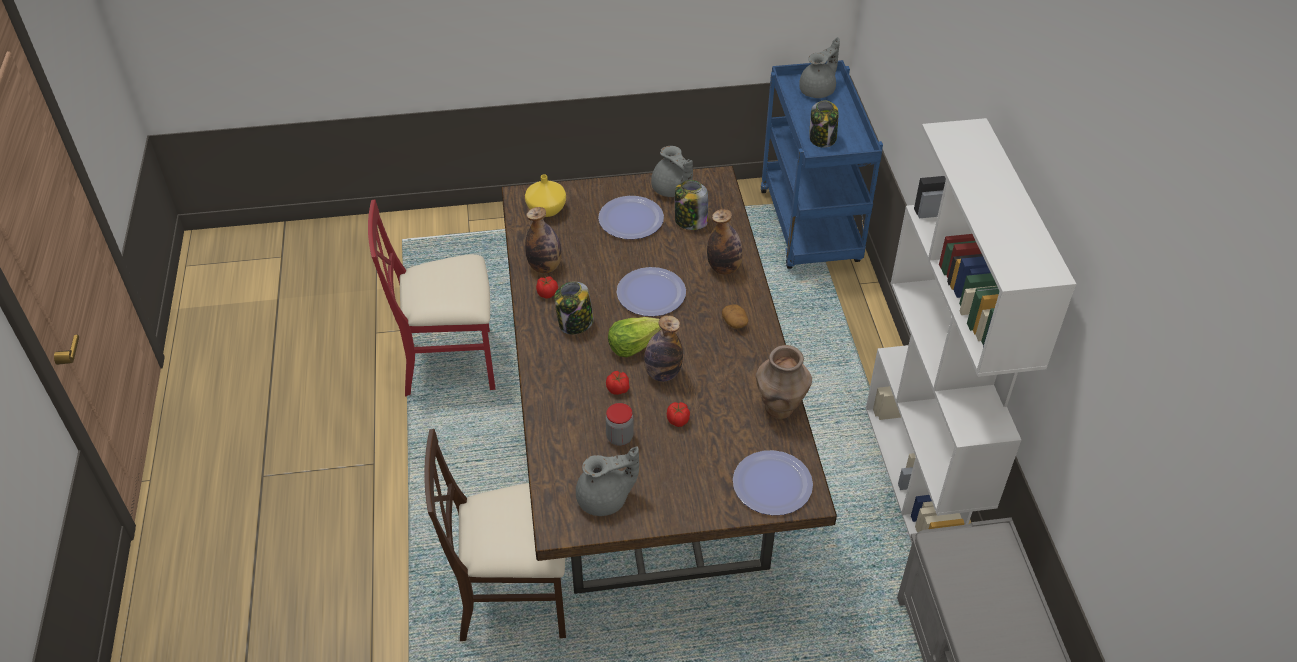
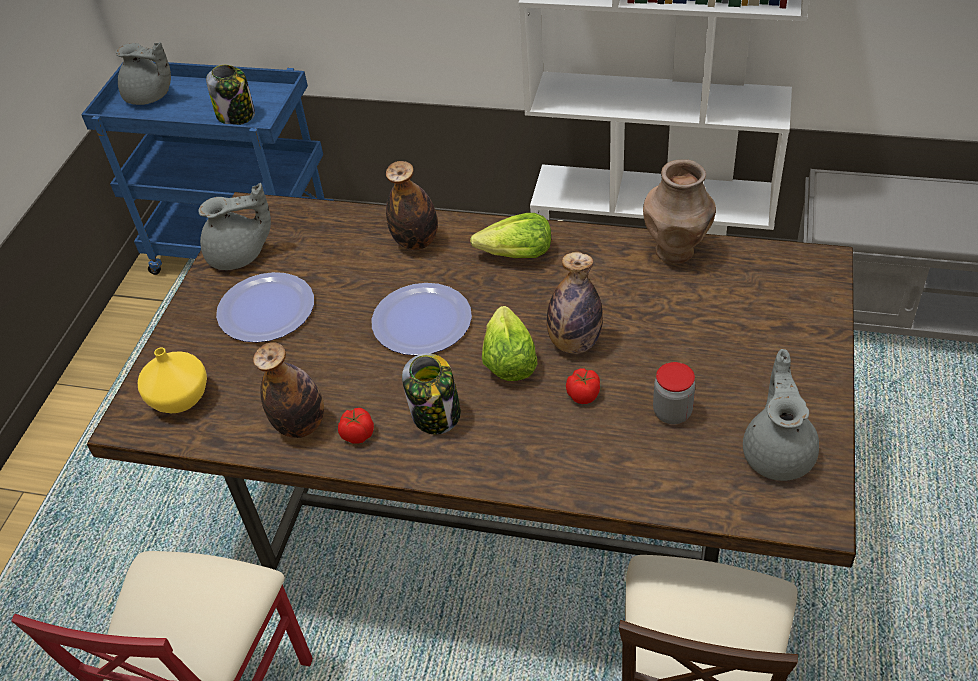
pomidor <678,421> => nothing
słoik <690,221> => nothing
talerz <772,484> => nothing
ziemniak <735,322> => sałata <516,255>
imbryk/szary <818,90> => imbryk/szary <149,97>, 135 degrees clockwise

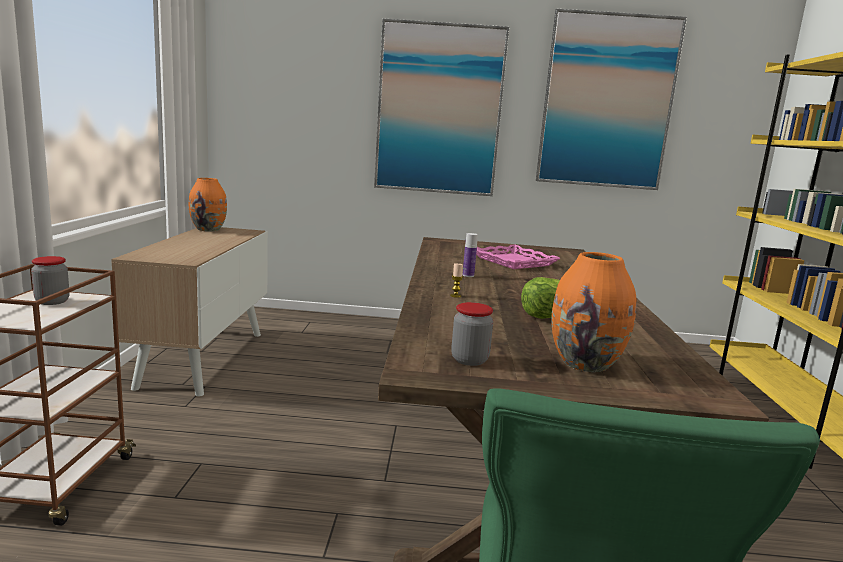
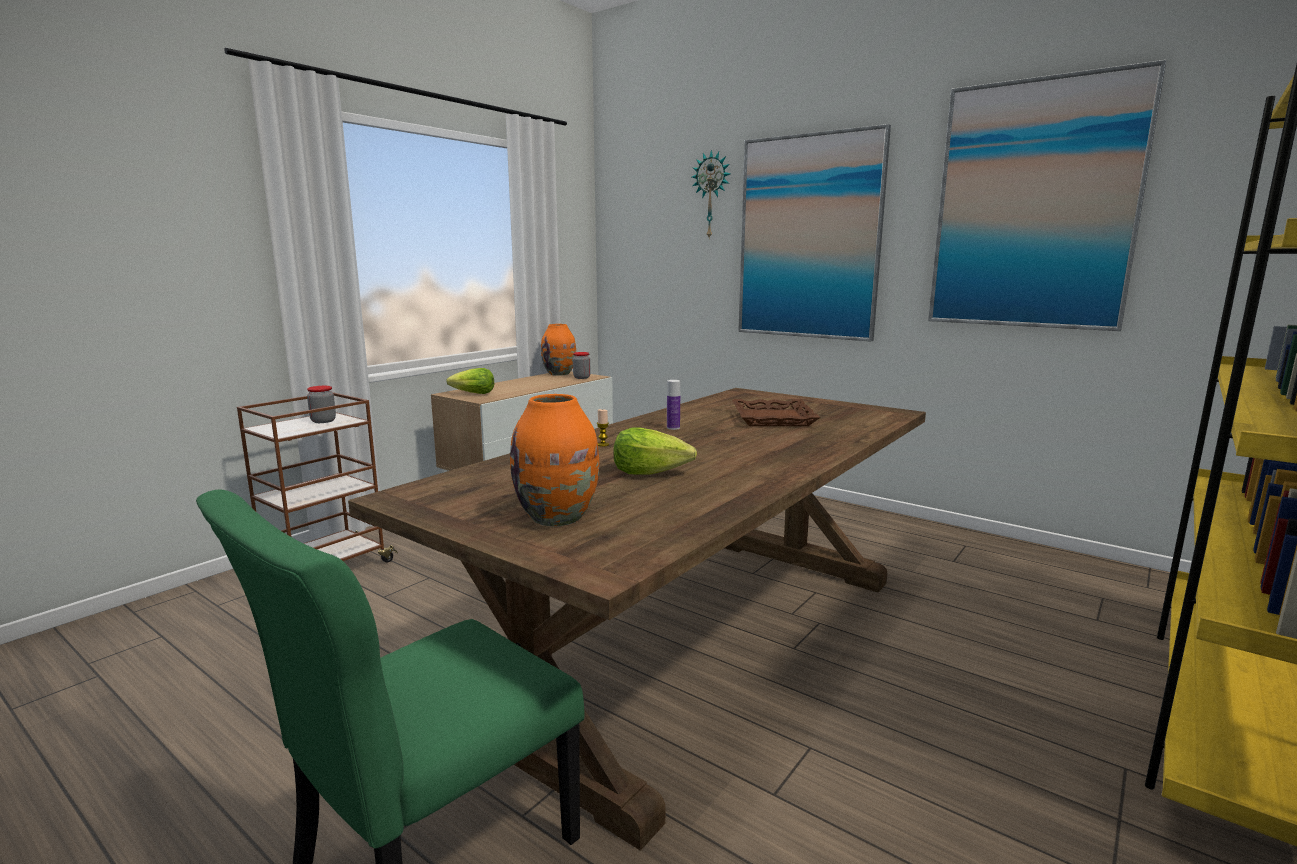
nothing => sałata <473,394>
nothing => zegar ścienny <712,195>
słoik <469,360> => słoik <581,377>, relocated
taca/różowy <514,261> => taca/brązowy <774,419>

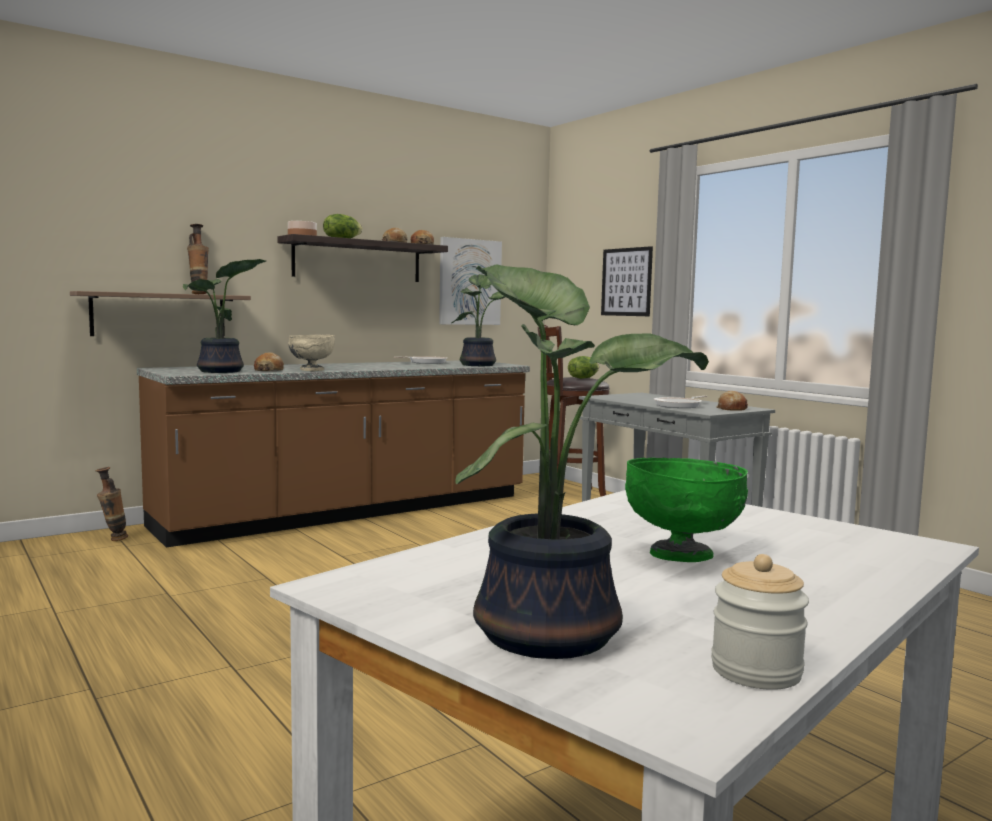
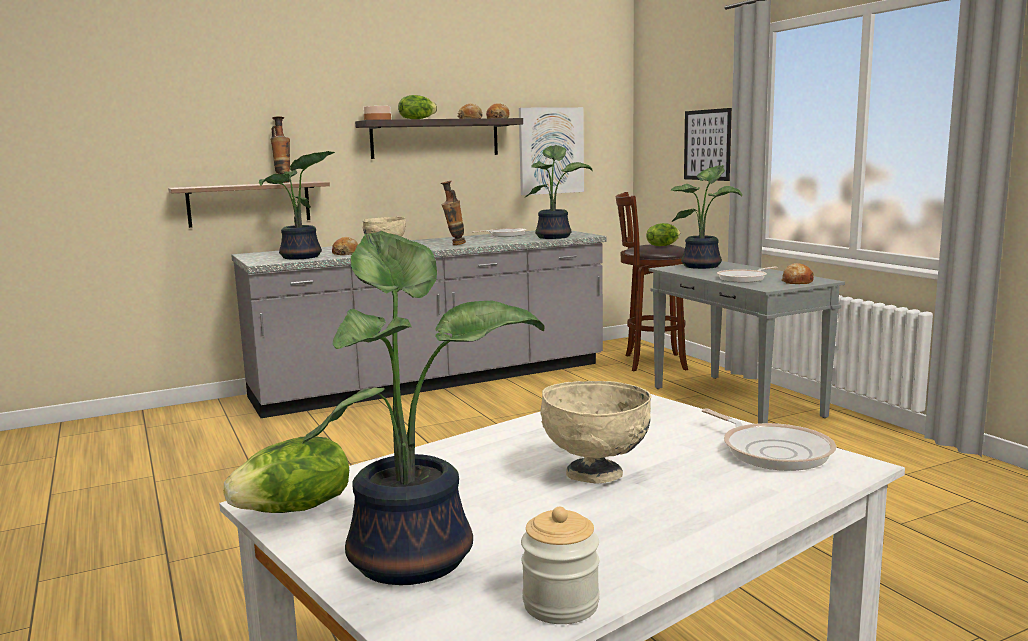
nothing => sałata <295,509>
nothing => roślina doniczkowa <704,266>
nothing => patelnia <773,451>
wazon <113,540> => wazon <454,244>, relocated
zabudowa kuchenna/brązowy <350,511> => zabudowa kuchenna/szary <433,381>
miska/zielony <682,556> => miska/beżowy <596,475>

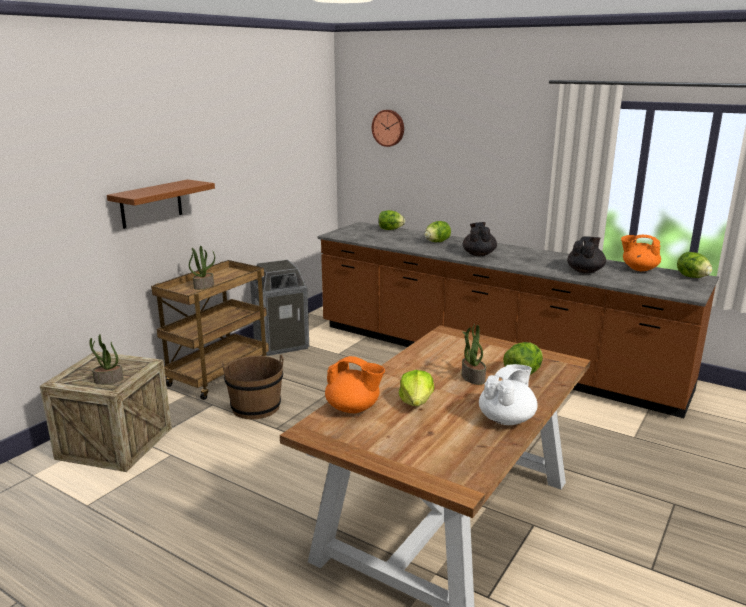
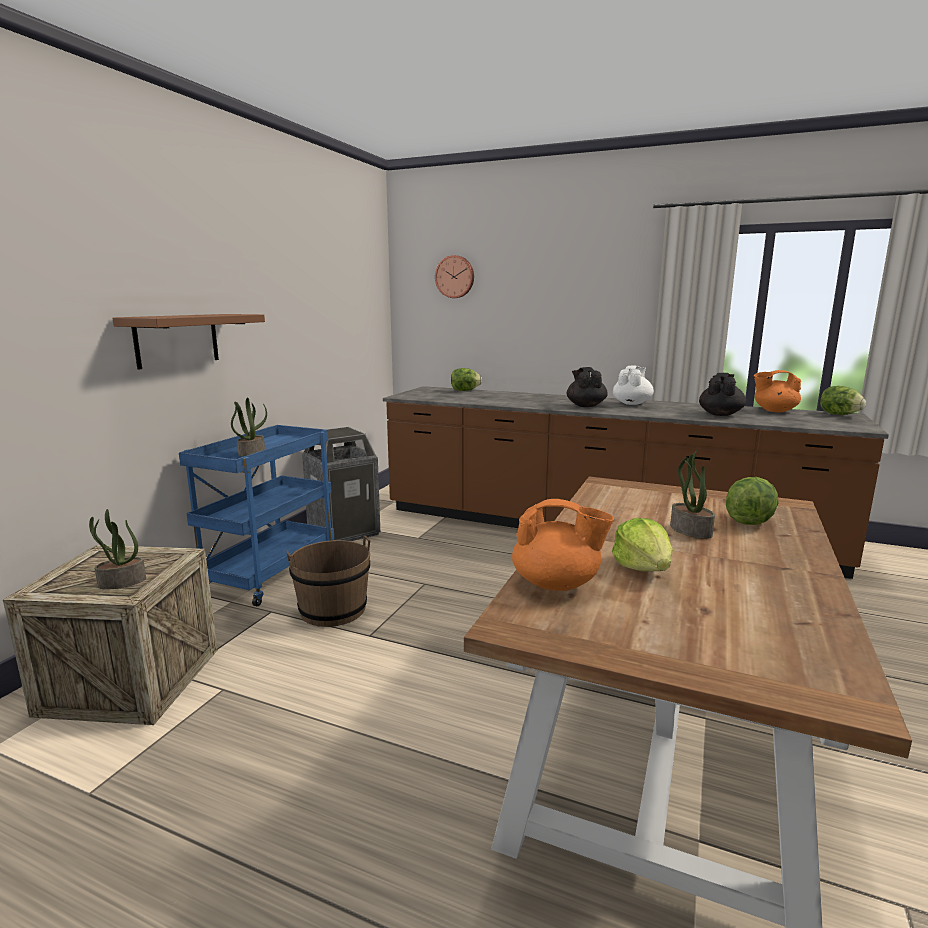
sałata <437,242> => nothing
imbryk/biały <507,419> => imbryk/biały <632,403>, relocated
wózek/brązowy <218,374> => wózek/niebieski <270,573>

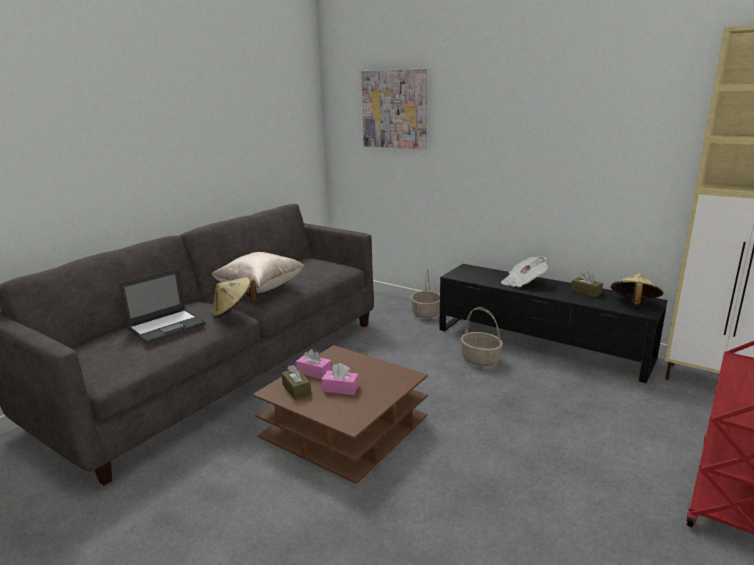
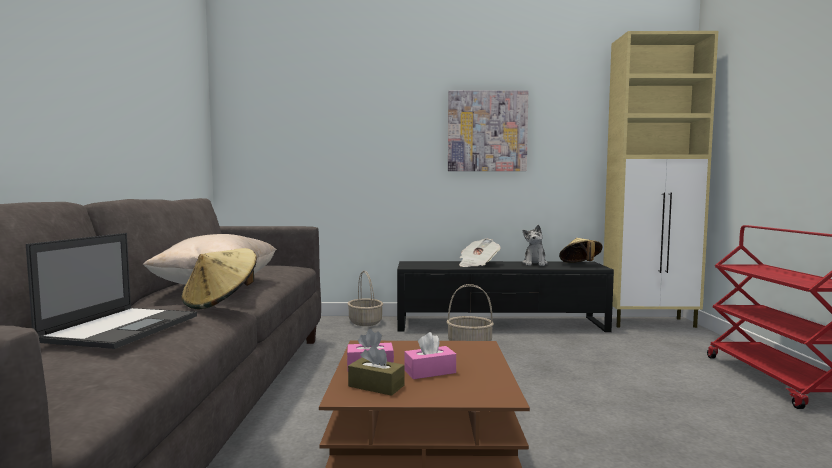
obraz <394,109> => obraz <487,131>, relocated
pudełko chusteczek/brązowy <586,292> => pluszak <535,263>

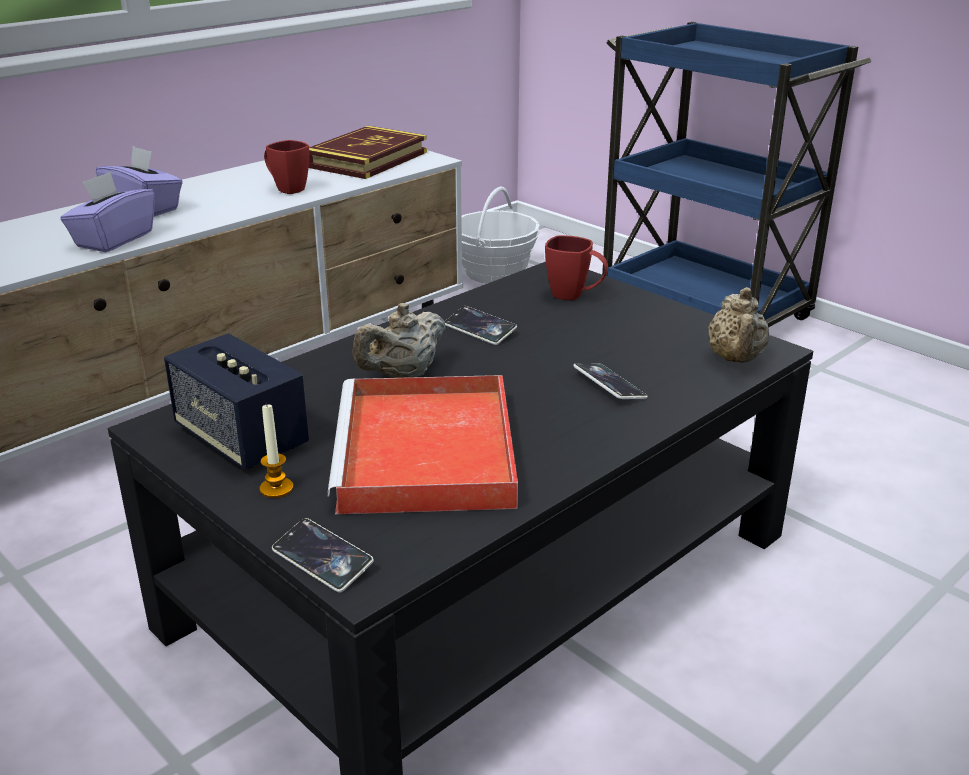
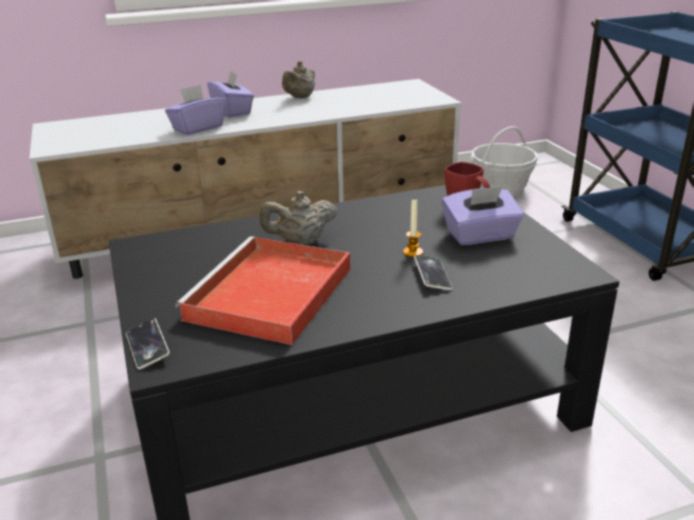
głośnik <241,438> => nothing
kubek/czerwony <286,188> => nothing
książka <367,159> => nothing
telefon <480,330> => nothing
nothing => pudełko chusteczek/fioletowy <480,236>
świeca <276,488> => świeca <413,252>, relocated
imbryk/beżowy <736,359> => imbryk/beżowy <300,97>, relocated

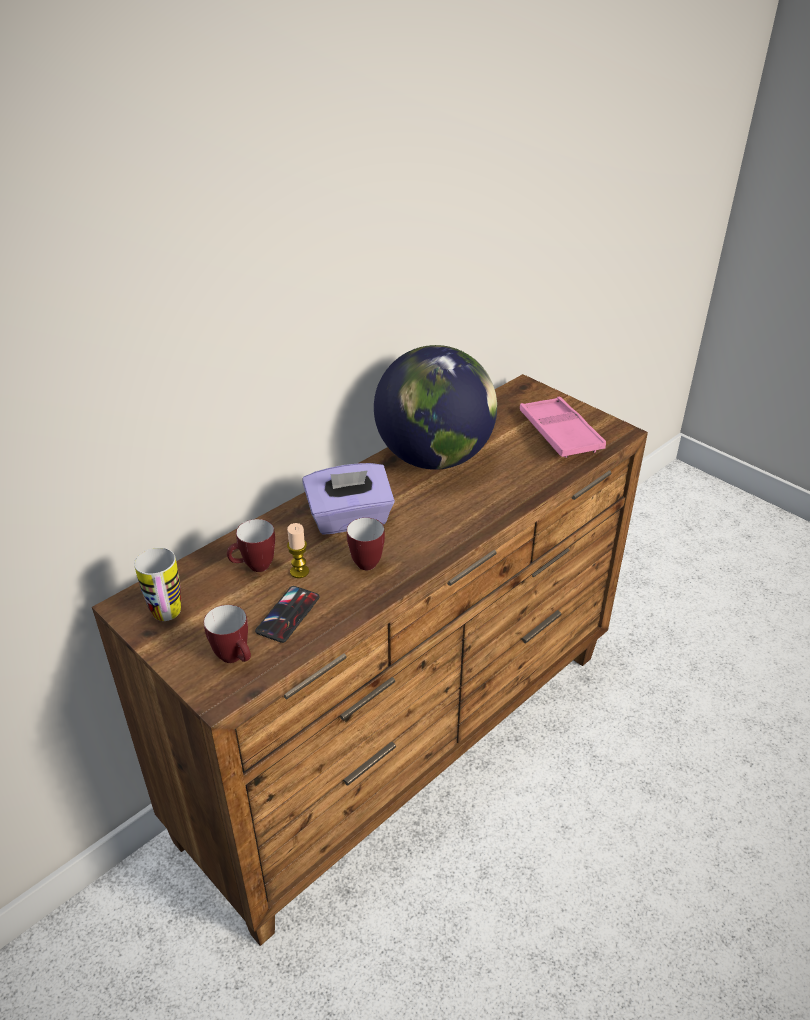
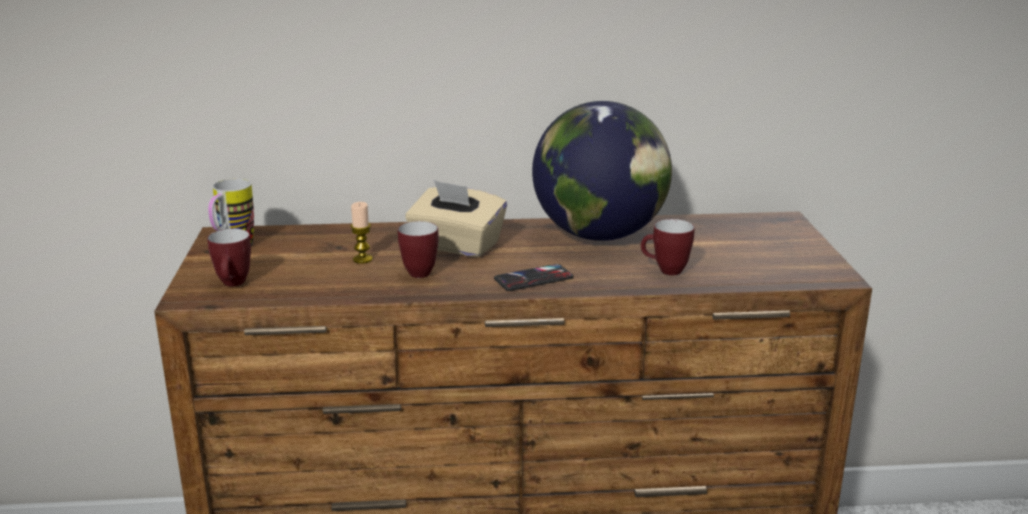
taca/różowy <559,433> => nothing
kubek <254,567> => kubek <665,271>, relocated
telefon <288,614> => telefon <533,278>, relocated
pudełko chusteczek/fioletowy <350,519> => pudełko chusteczek/beżowy <456,246>

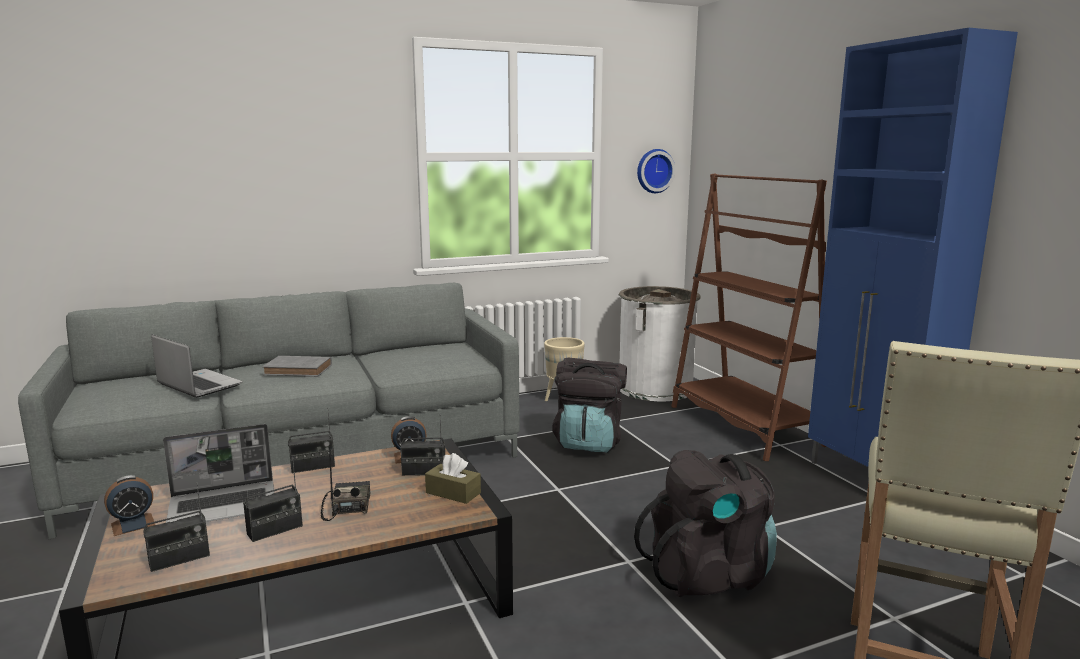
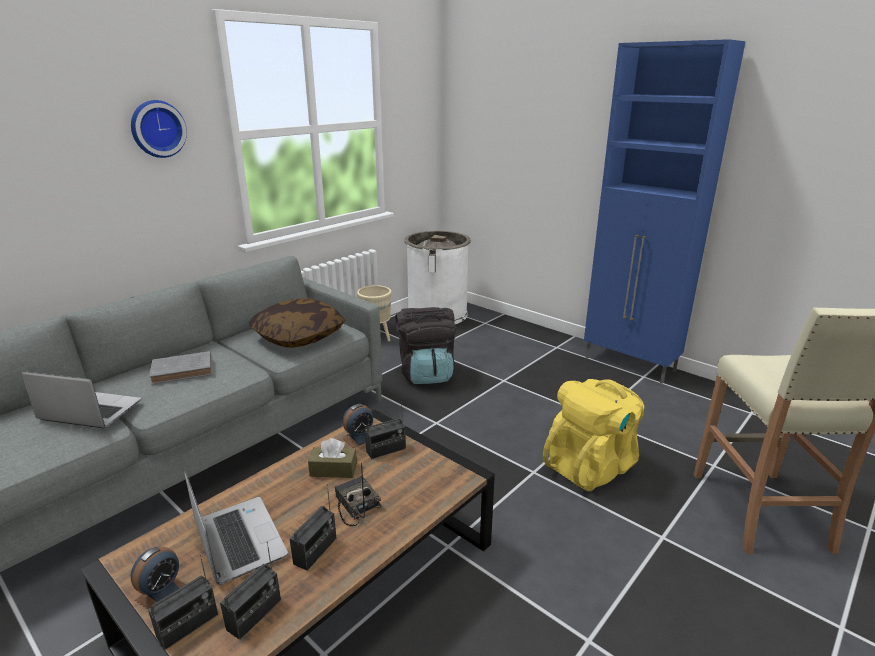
regał/brązowy <744,425> => nothing
nothing => poduszka <299,336>
radio <312,467> => radio <188,625>, relocated
pudełko chusteczek/brązowy <453,493> => pudełko chusteczek/brązowy <333,470>, relocated
zegar ścienny <654,171> => zegar ścienny <157,129>, relocated
plecak/czarny <709,574> => plecak/żółty <591,466>
laptop <224,505> => laptop <238,540>, 75 degrees counterclockwise

